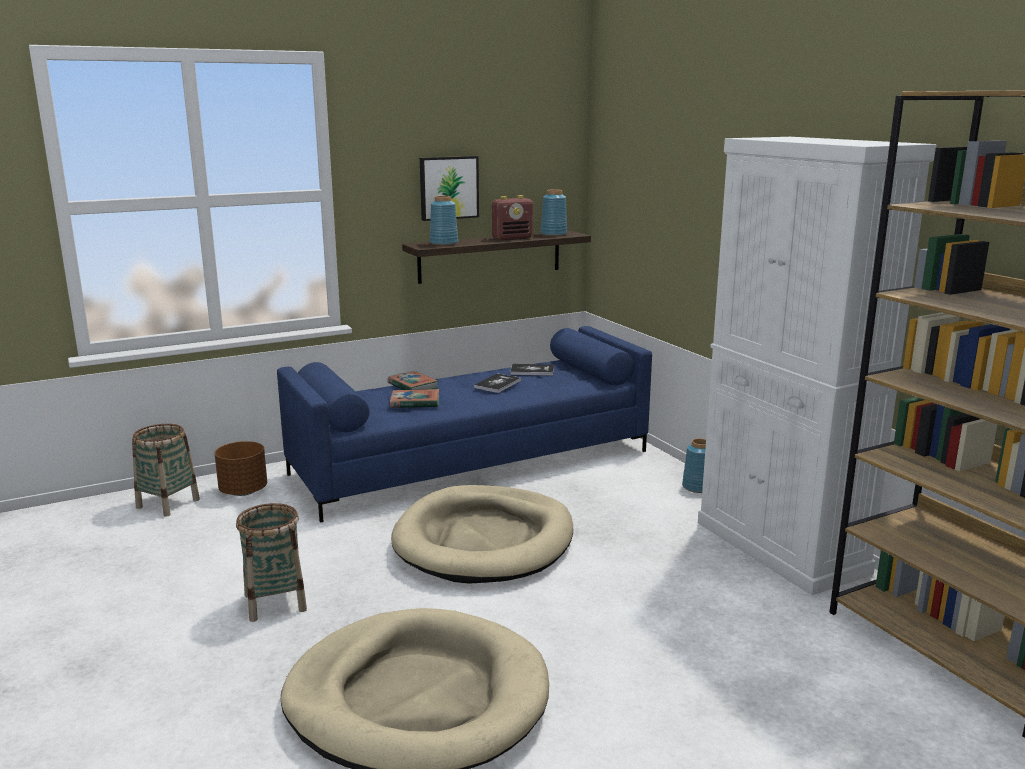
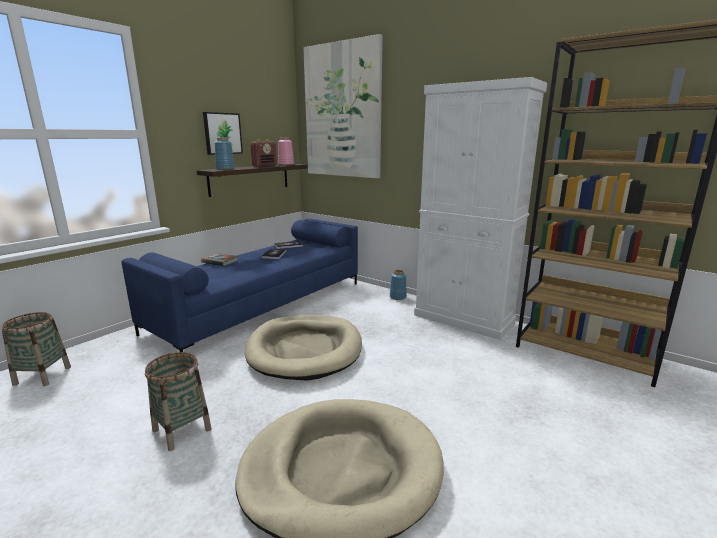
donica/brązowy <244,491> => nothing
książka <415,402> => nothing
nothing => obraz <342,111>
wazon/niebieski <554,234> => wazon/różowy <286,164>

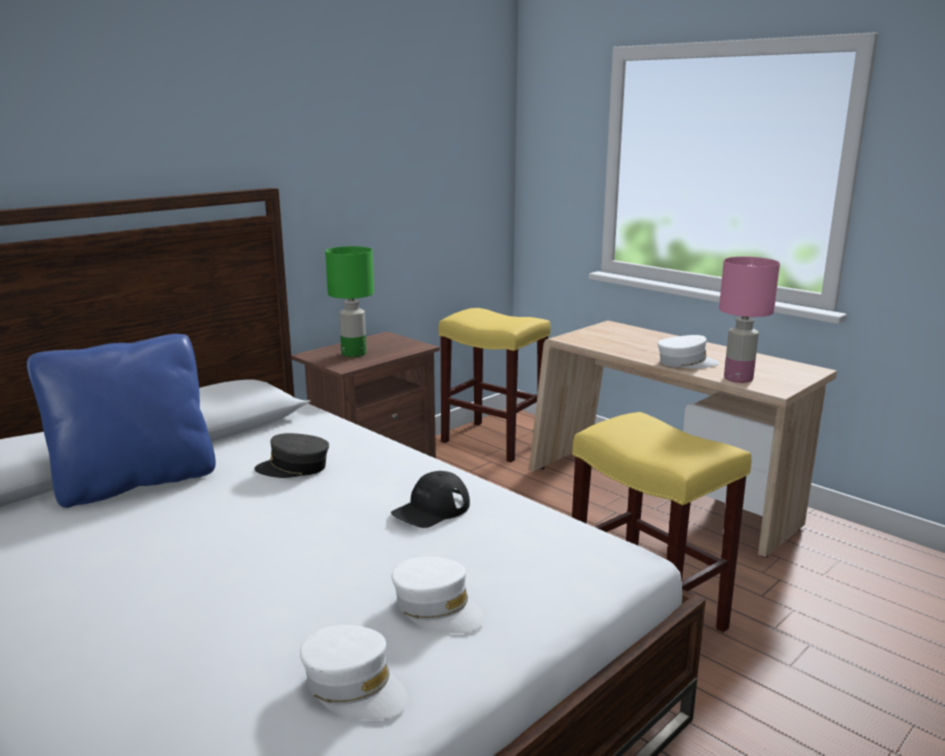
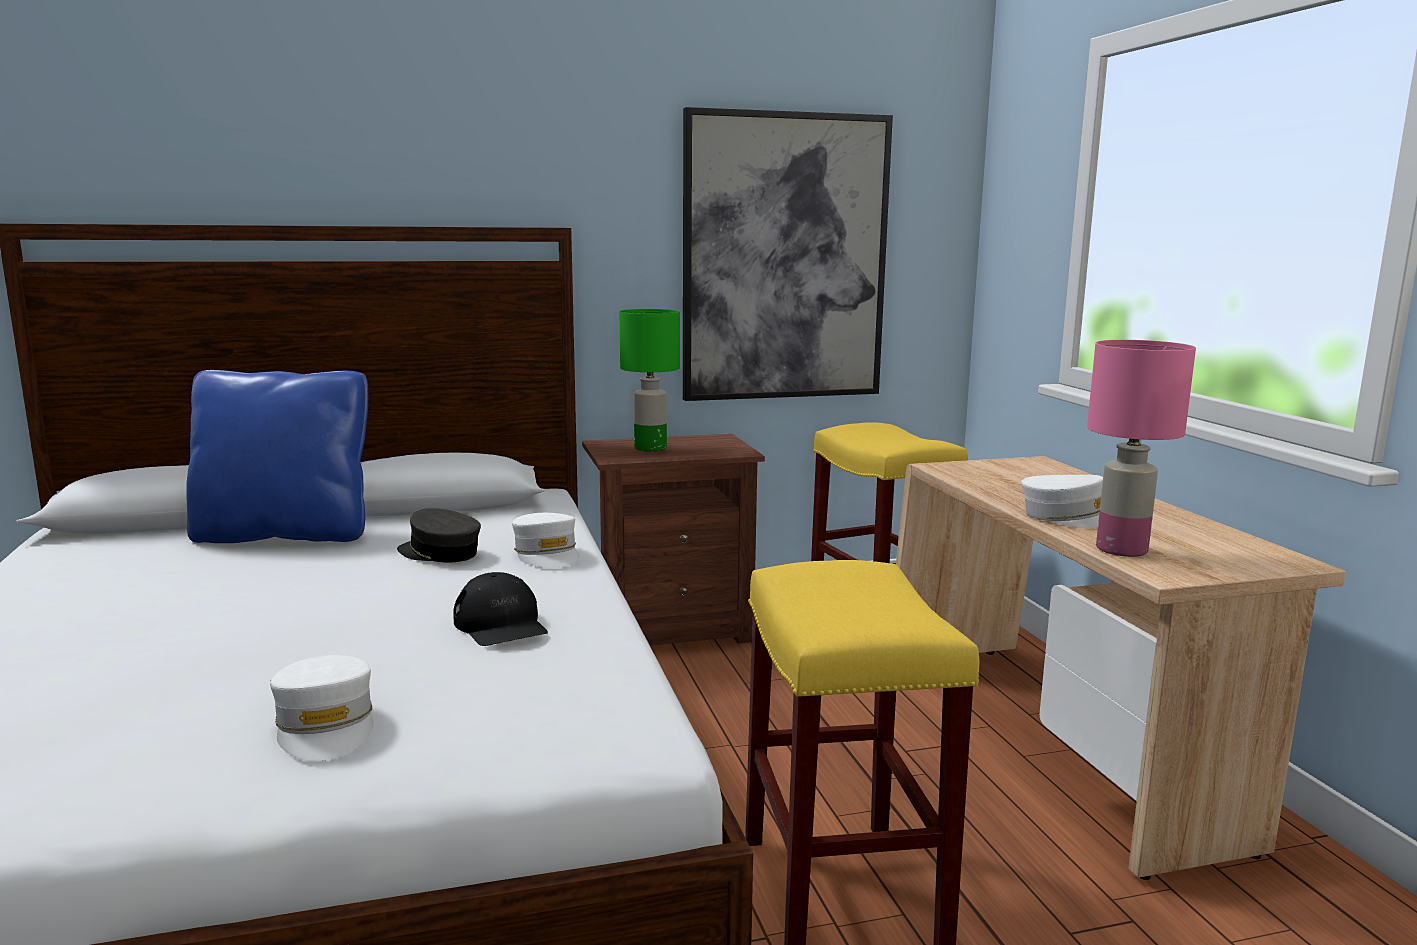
nothing => obraz <784,258>
czapka z daszkiem/biały <354,687> => czapka z daszkiem/biały <547,554>, relocated
czapka z daszkiem/czarny <431,509> => czapka z daszkiem/czarny <501,625>, 105 degrees counterclockwise

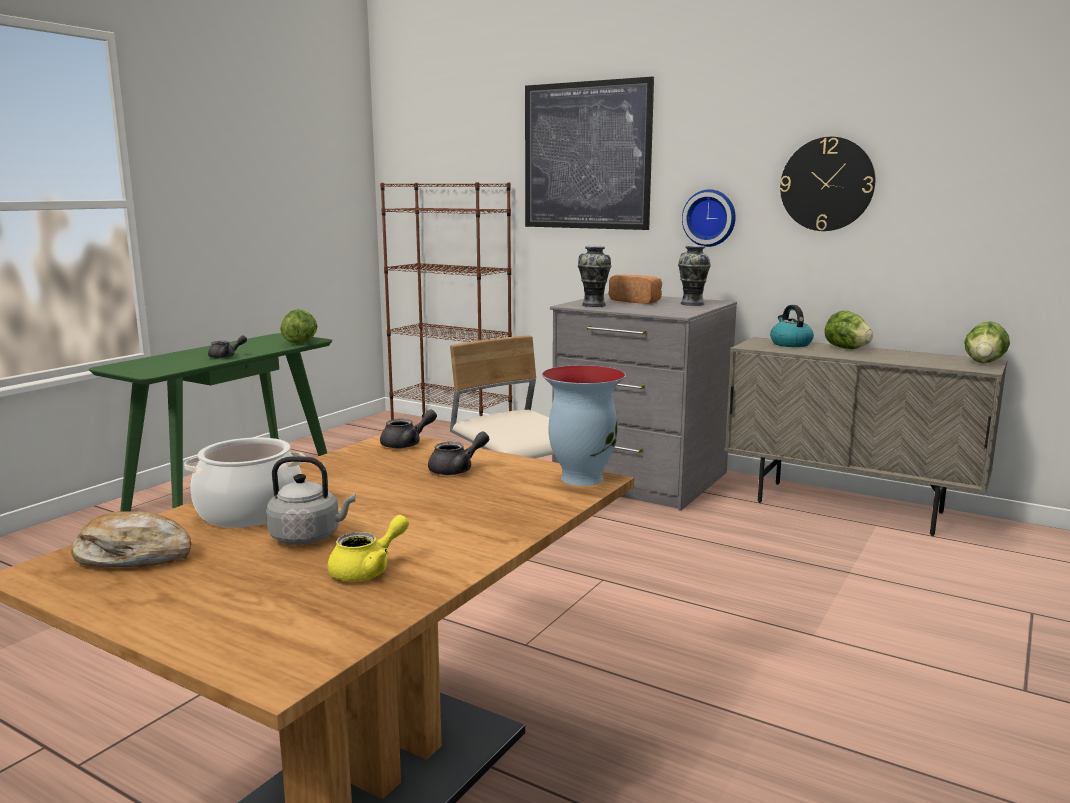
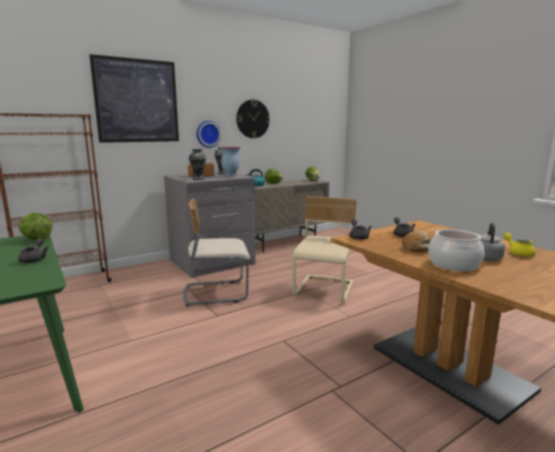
nothing => krzesło/beżowy <324,290>
chleb <133,556> => chleb <417,247>, relocated
wazon <581,478> => wazon <230,176>, relocated

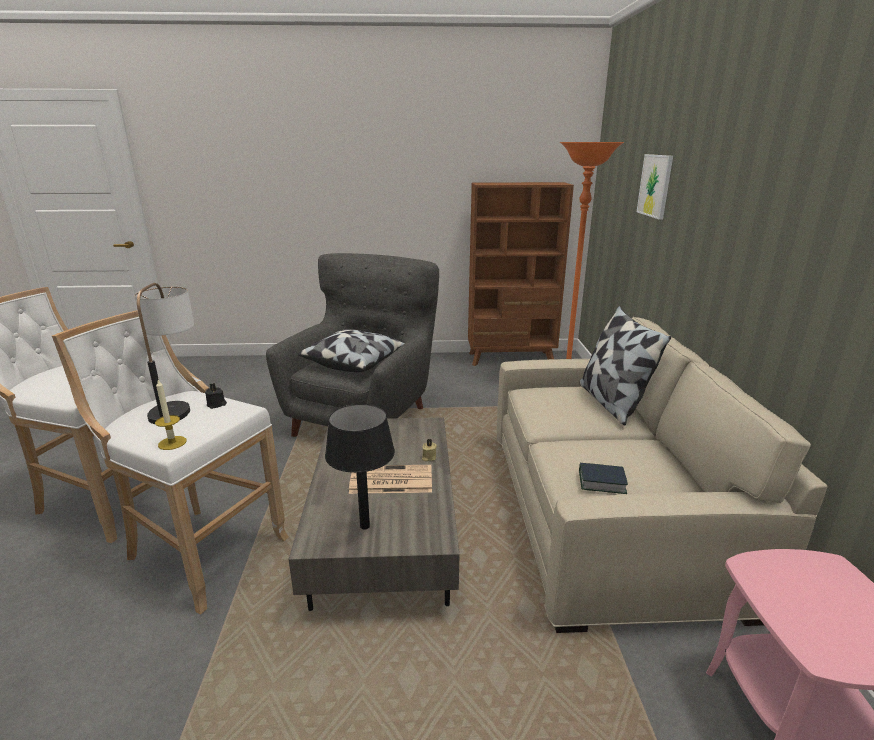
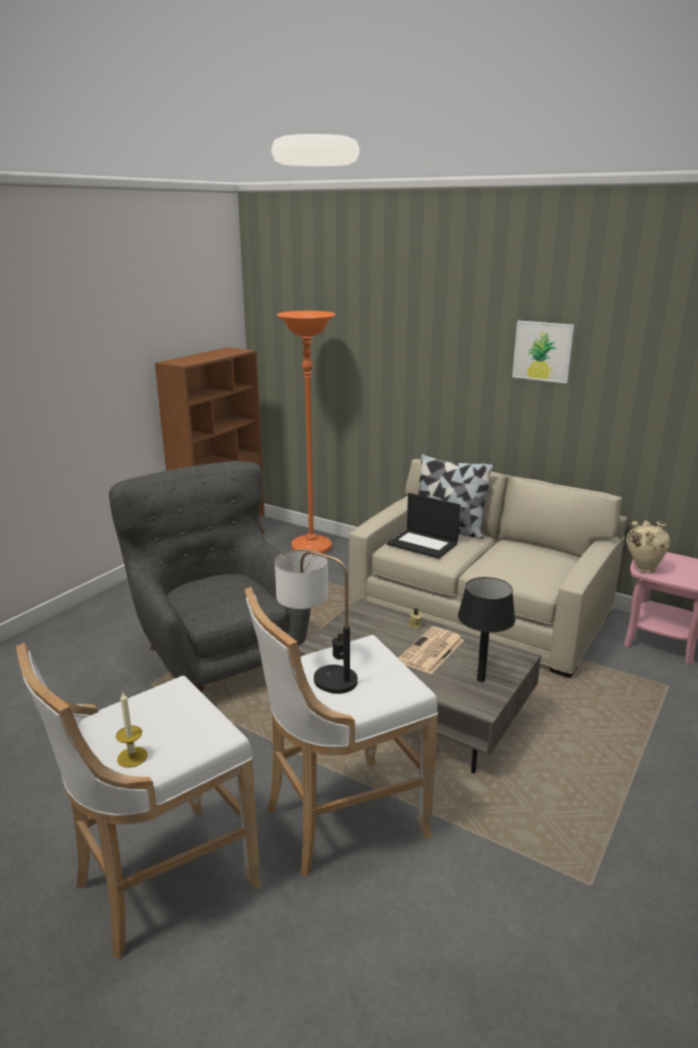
poduszka <355,362> => nothing
książka <601,482> => nothing
nothing => laptop <423,544>
nothing => wazon/beżowy <643,569>
świeca <172,443> => świeca <132,757>, relocated
obraz <655,186> => obraz <543,351>, relocated

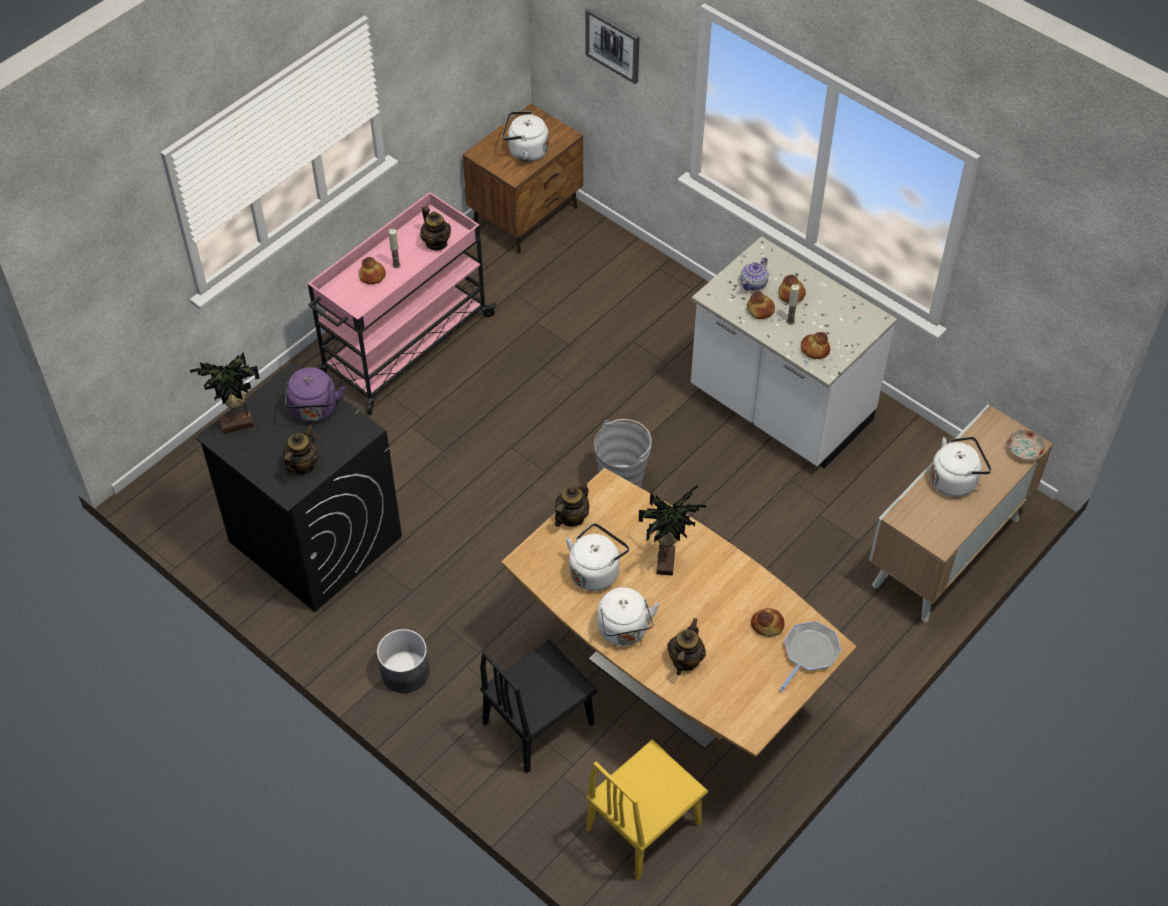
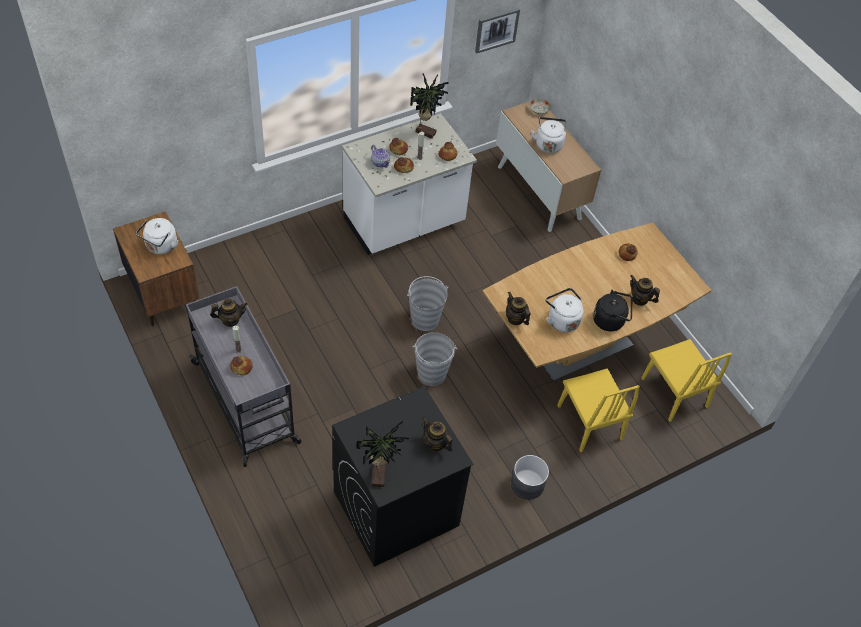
czajnik/fioletowy <314,411> => nothing
patelnia <809,653> => nothing
nothing => wiadro/szary <431,374>
obraz <613,44> => obraz <496,29>, relocated
roślina doniczkowa <668,561> => roślina doniczkowa <425,131>, relocated
wózek/różowy <404,346> => wózek/szary <246,403>
krzesło/czarny <538,723> => krzesło/żółty <589,422>
czajnik/biały <624,631> => czajnik/czarny <610,320>

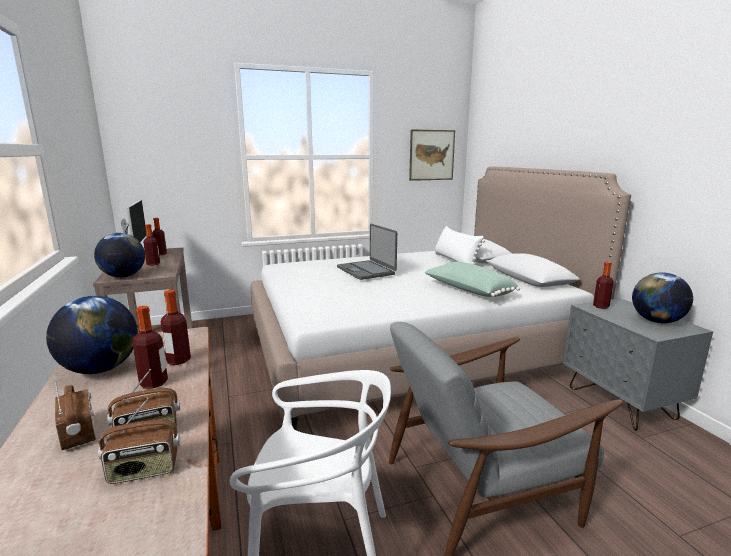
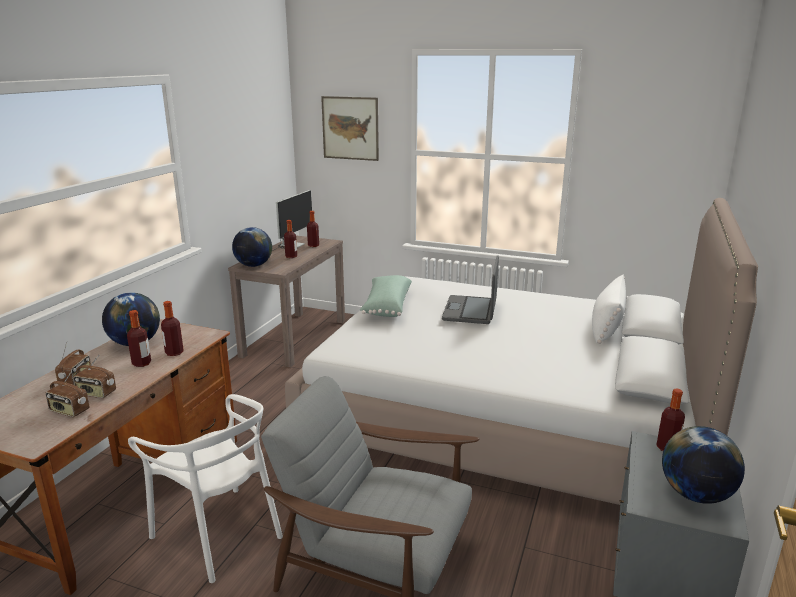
obraz <431,155> => obraz <350,128>, relocated
poduszka/zielony <468,291> => poduszka/zielony <386,306>, relocated

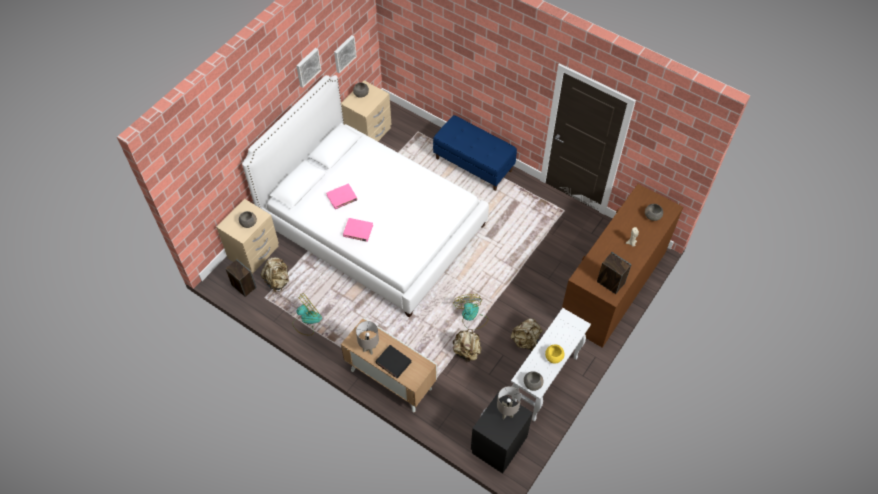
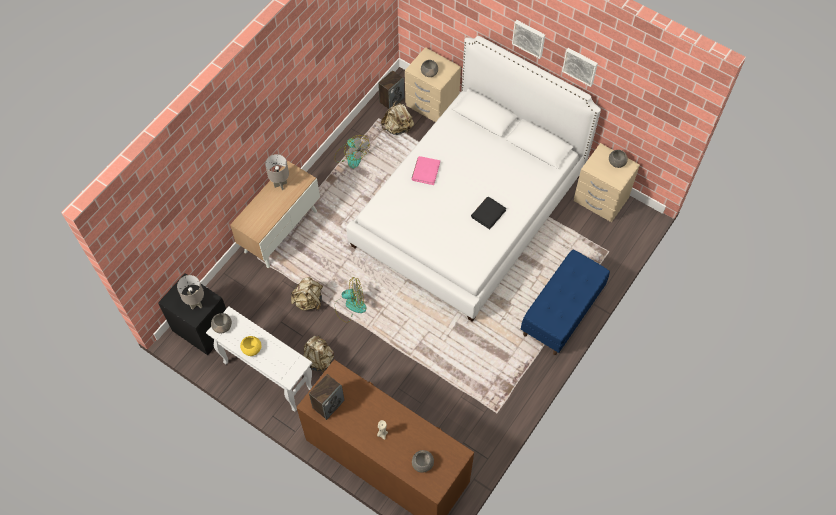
książka/różowy <342,197> => nothing
obraz <344,53> => obraz <529,38>, relocated
książka/czarny <393,362> => książka/czarny <488,213>, relocated

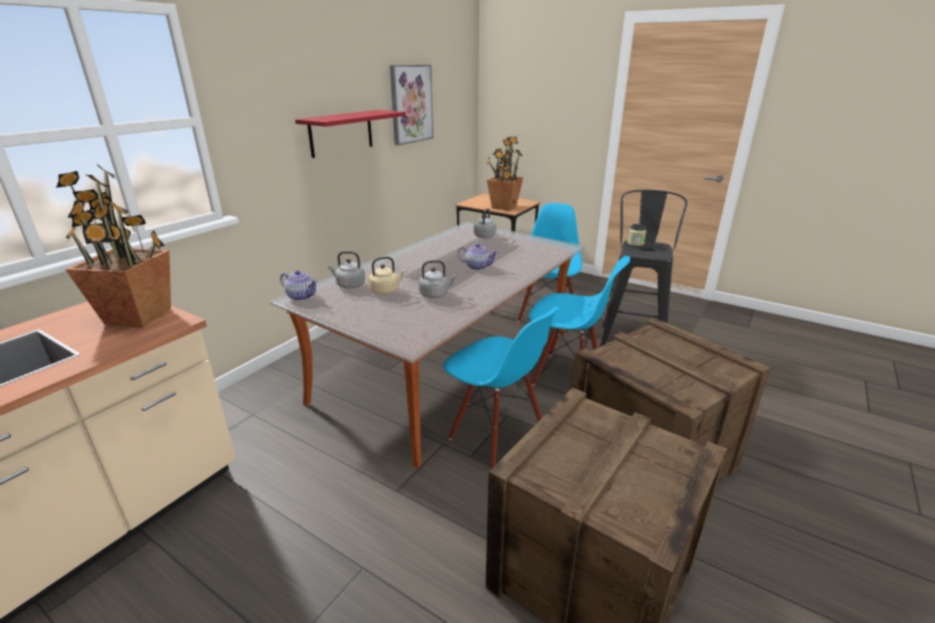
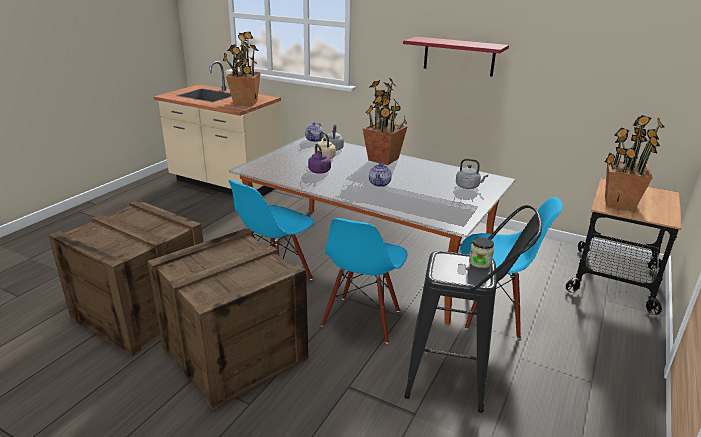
obraz <411,104> => nothing
nothing => roślina doniczkowa <383,159>
czajnik/szary <435,294> => czajnik/fioletowy <320,172>

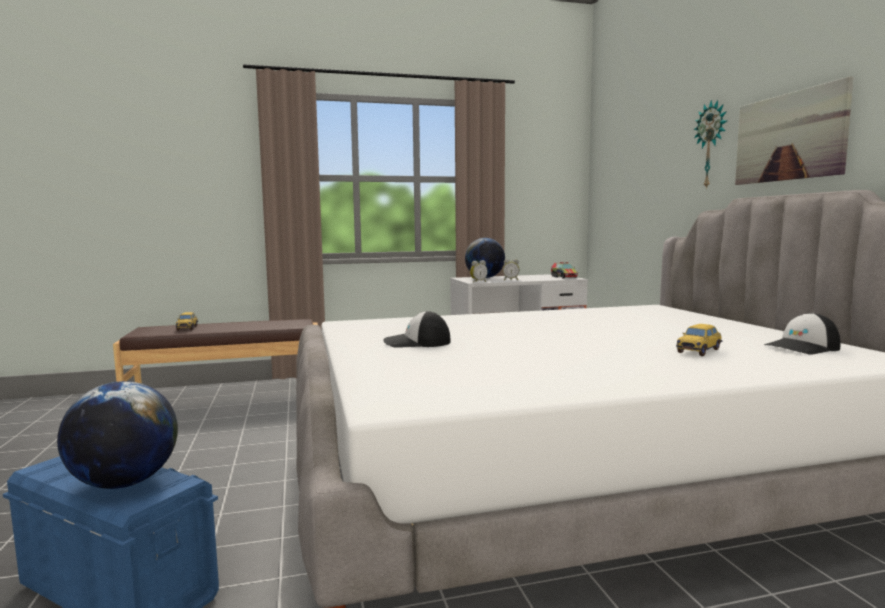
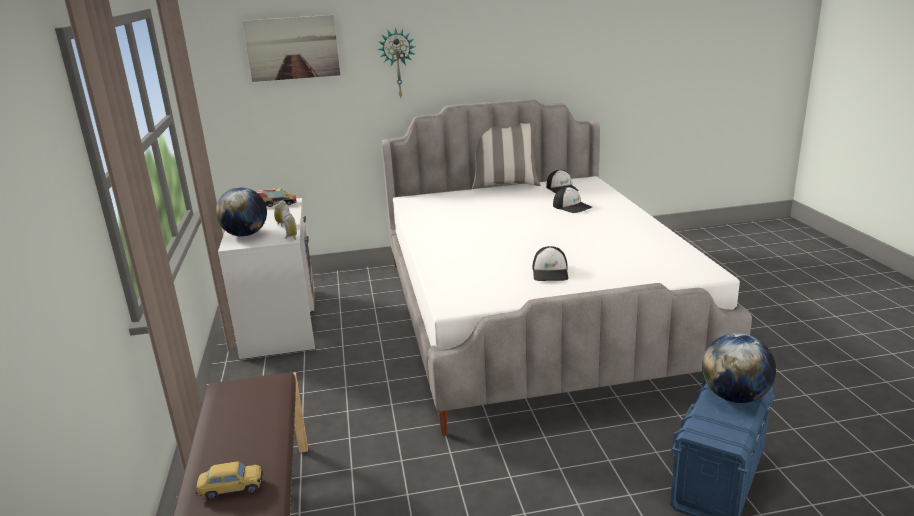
nothing => poduszka <505,184>
obraz <789,137> => obraz <292,48>, relocated
samochodzik <699,351> => czapka z daszkiem <572,207>

